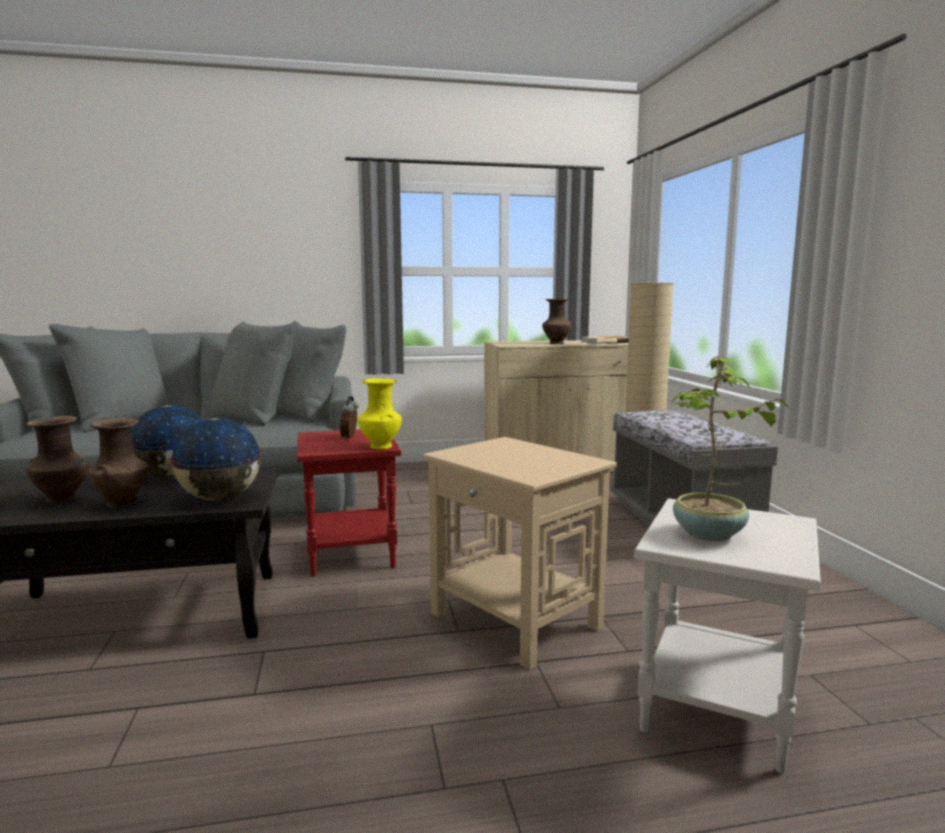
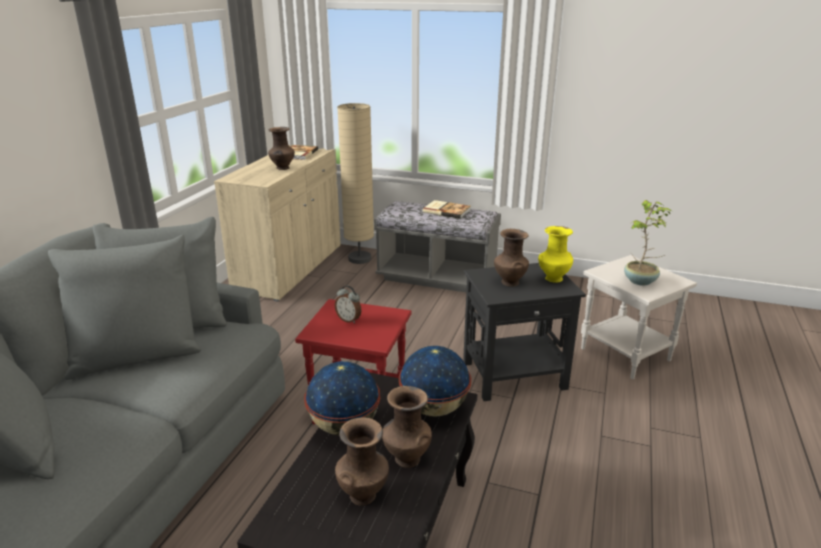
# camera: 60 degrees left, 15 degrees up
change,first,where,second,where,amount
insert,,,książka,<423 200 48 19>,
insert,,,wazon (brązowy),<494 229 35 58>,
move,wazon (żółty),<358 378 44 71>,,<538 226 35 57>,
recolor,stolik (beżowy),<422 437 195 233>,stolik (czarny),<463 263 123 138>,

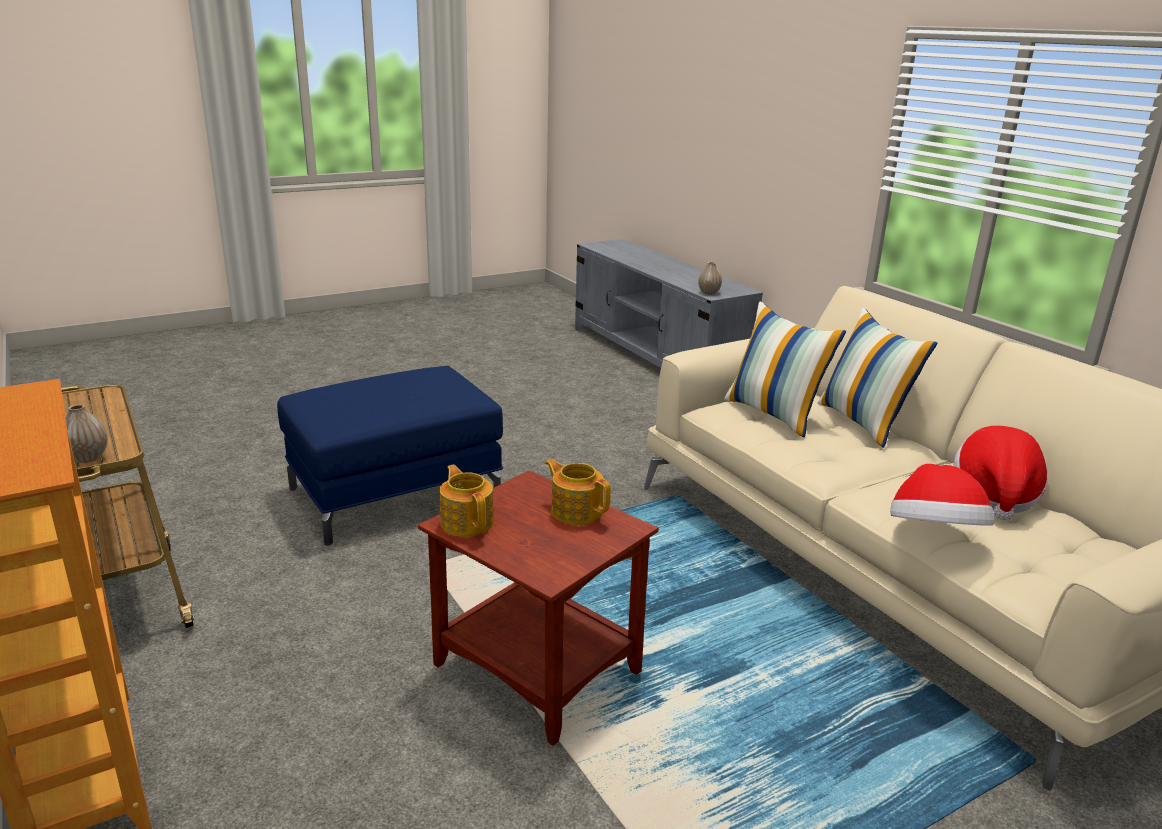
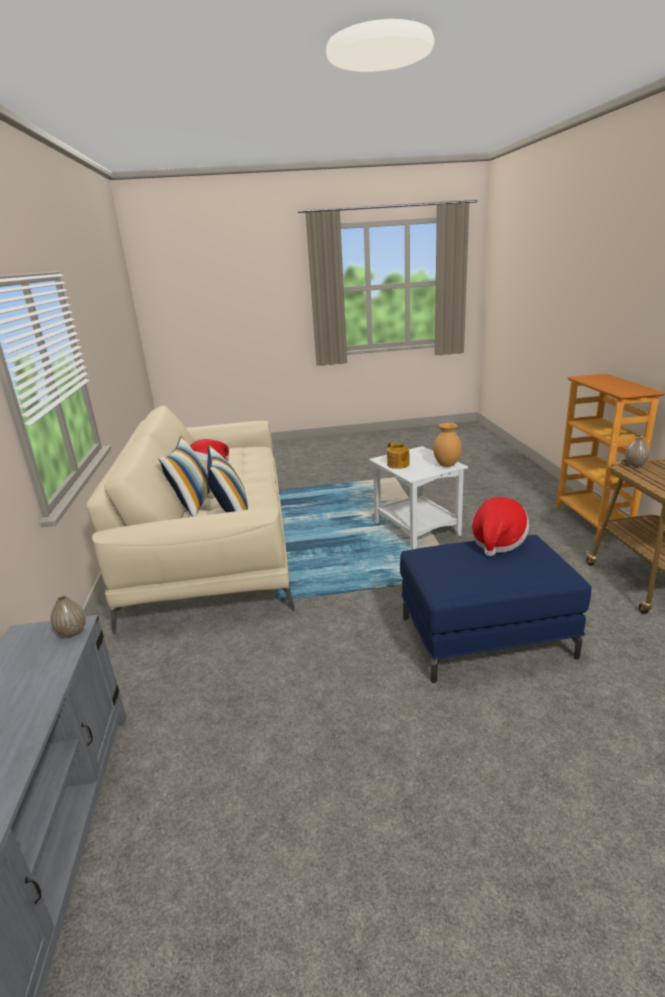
# camera: 155 degrees left, 0 degrees up
change,first,where,second,where,amount
move,kapelusz,<890 464 104 62>,,<471 497 58 59>,
replace,imbryk,<440 465 54 72>,wazon (brązowy),<433 423 29 44>,
recolor,stolik (brązowy),<418 470 241 276>,stolik (biały),<369 446 99 103>,

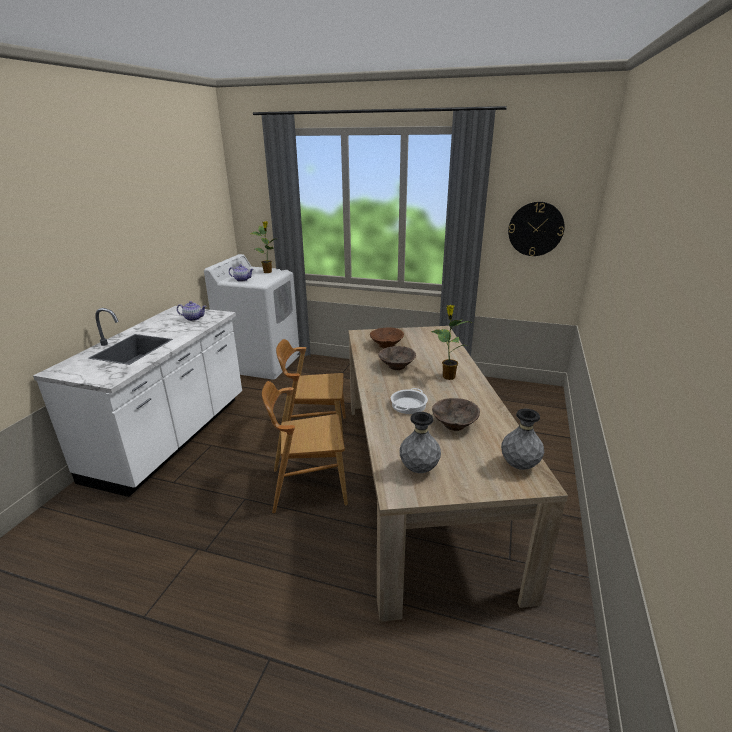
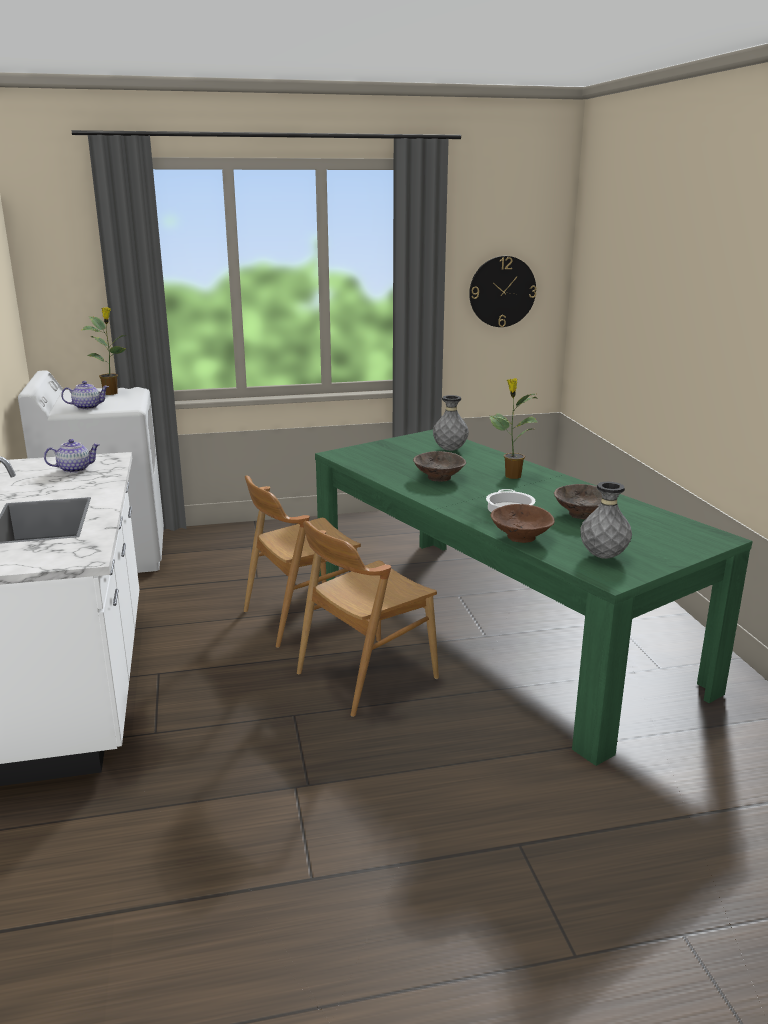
# camera: 30 degrees left, 5 degrees down
change,first,where,second,where,amount
move,miska (brązowy),<370 328 34 20>,,<491 504 64 39>,
move,wazon (szary),<501 408 43 62>,,<433 395 36 56>,
recolor,stół jadalny (beżowy),<348 326 220 296>,stół jadalny (zielony),<315 430 438 336>,

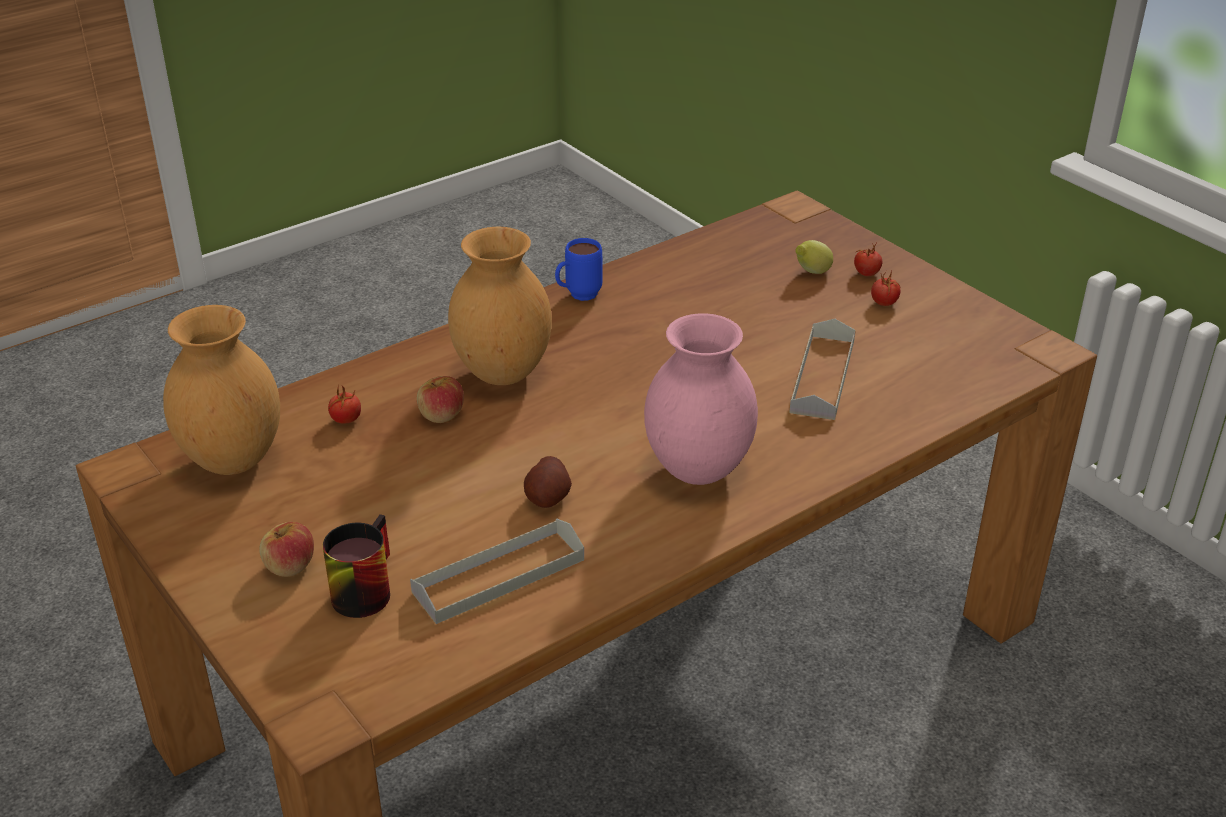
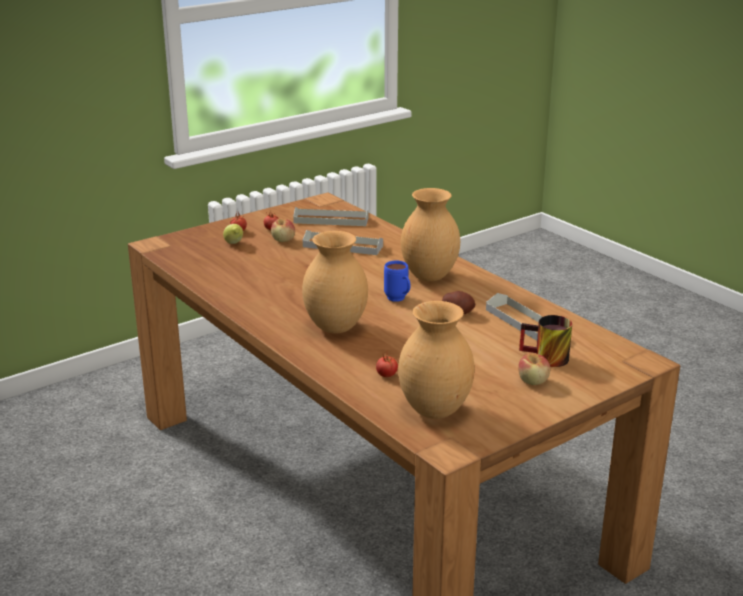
# camera: 90 degrees left, 10 degrees down
change,first,where,second,where,amount
insert,,,taca (szary),<293 207 76 19>,
move,jabłko,<417 376 47 47>,,<271 218 24 24>,
move,kubek (niebieski),<555 238 47 63>,,<384 261 27 41>,
recolor,wazon (różowy),<644 313 114 172>,wazon (brązowy),<401 188 59 93>,

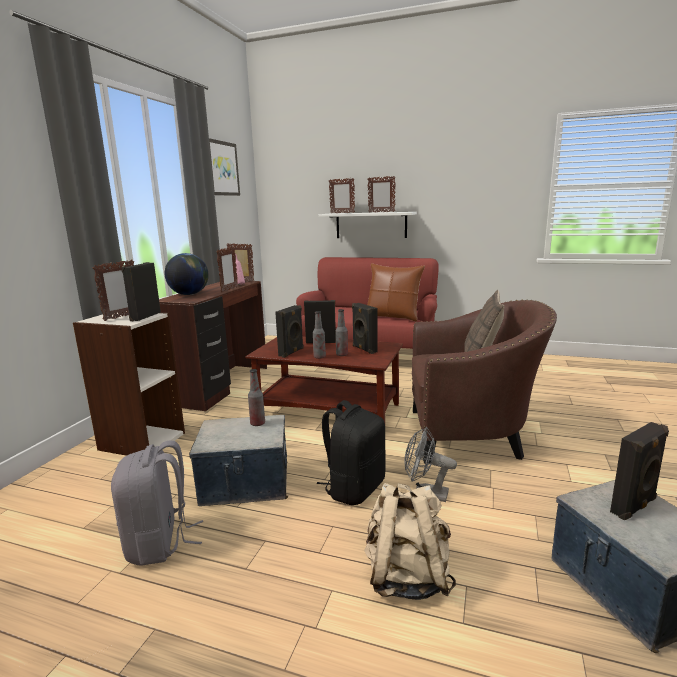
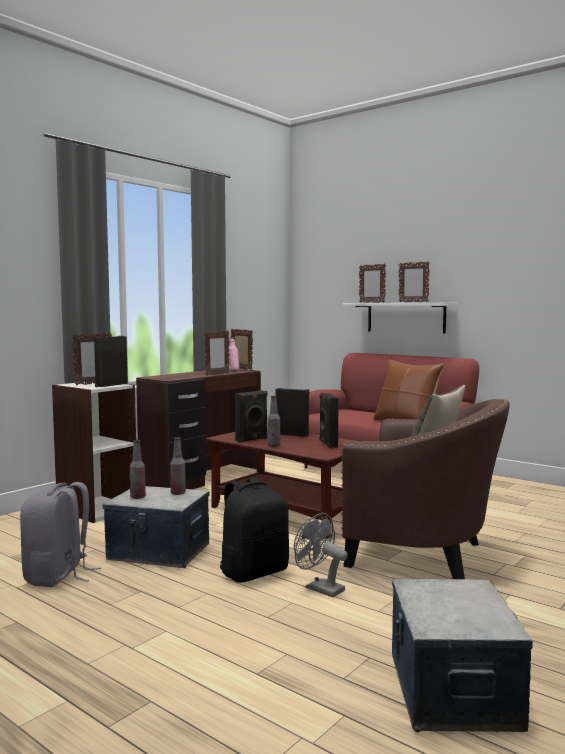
# camera: 20 degrees right, 10 degrees down
change,first,where,second,where,amount
delete,globus,<165 253 44 42>,,,
delete,obraz,<209 138 31 58>,,,
delete,plecak (beżowy),<364 483 92 117>,,,
delete,głośnik (czarny),<610 422 59 98>,,,
move,butelka,<336 309 12 47>,,<130 440 16 59>,

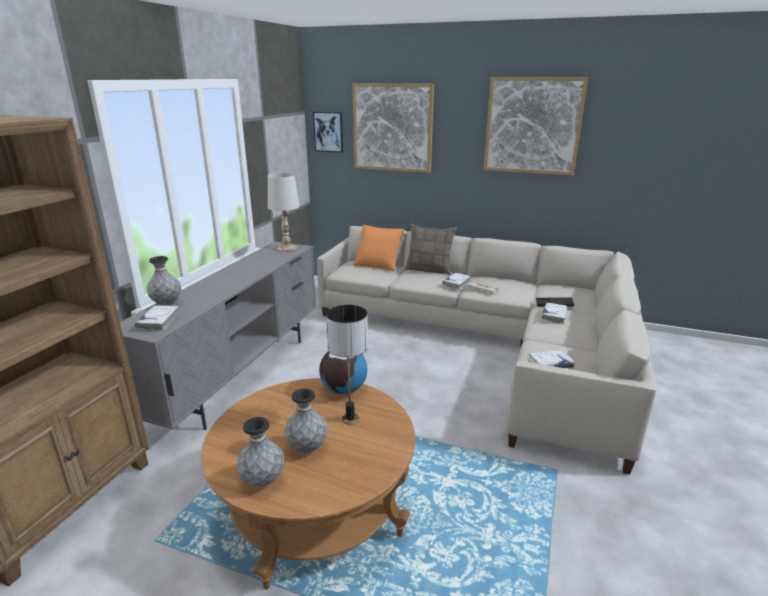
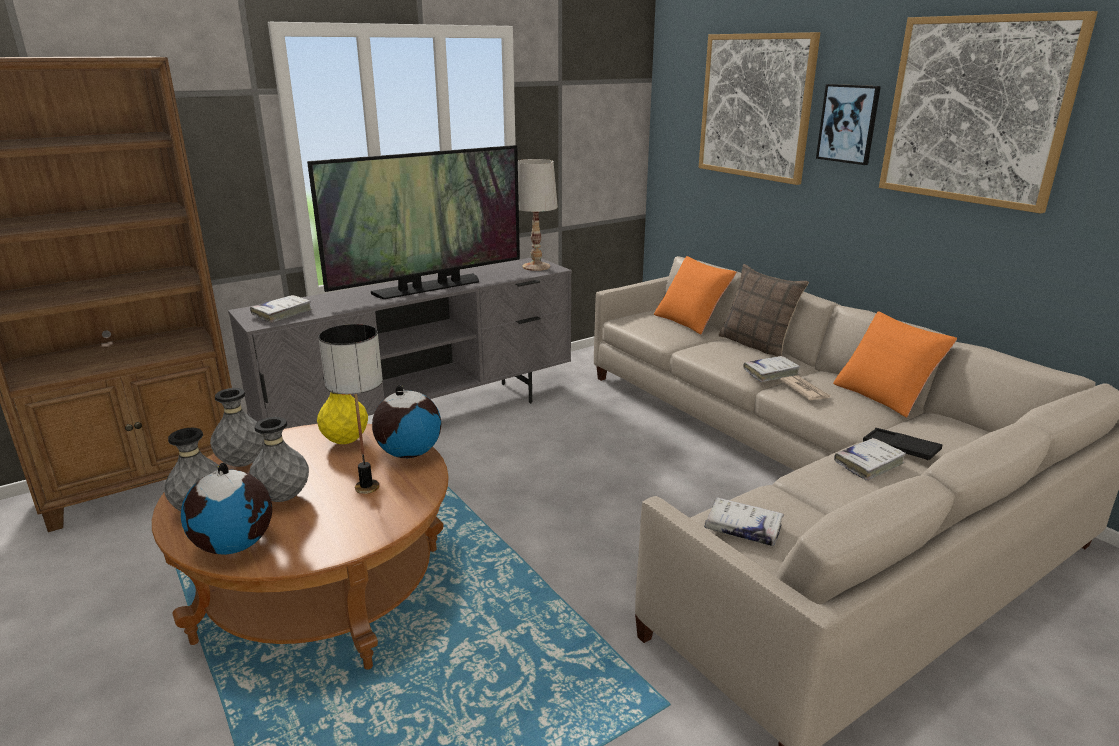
# camera: 35 degrees right, 0 degrees up
change,first,where,second,where,amount
insert,,,globus,<181 463 91 92>,
insert,,,telewizor,<307 145 213 154>,
insert,,,wazon (żółty),<317 376 51 68>,
insert,,,poduszka (pomarańczowy),<833 311 124 107>,
move,wazon (szary),<147 256 34 49>,,<210 388 54 79>,
move,obraz,<313 112 30 41>,,<816 84 65 81>,

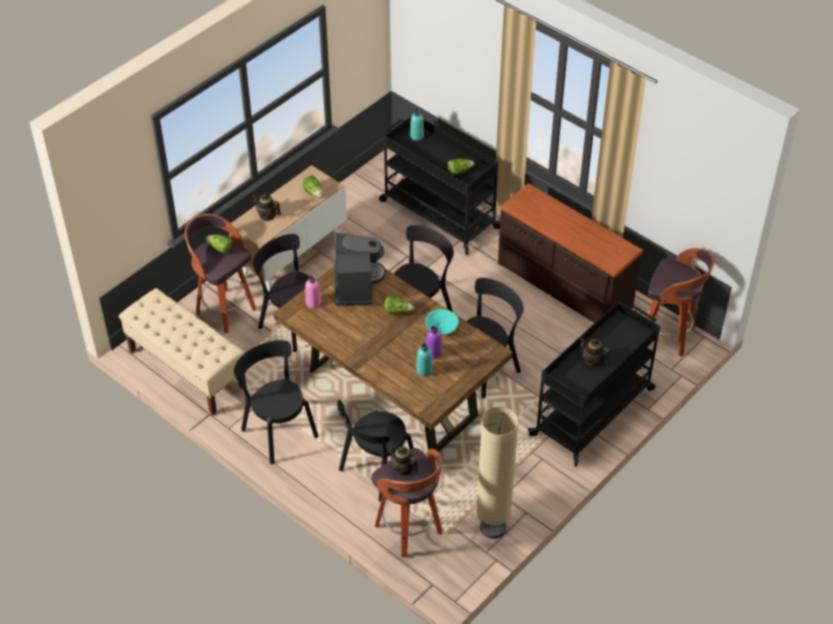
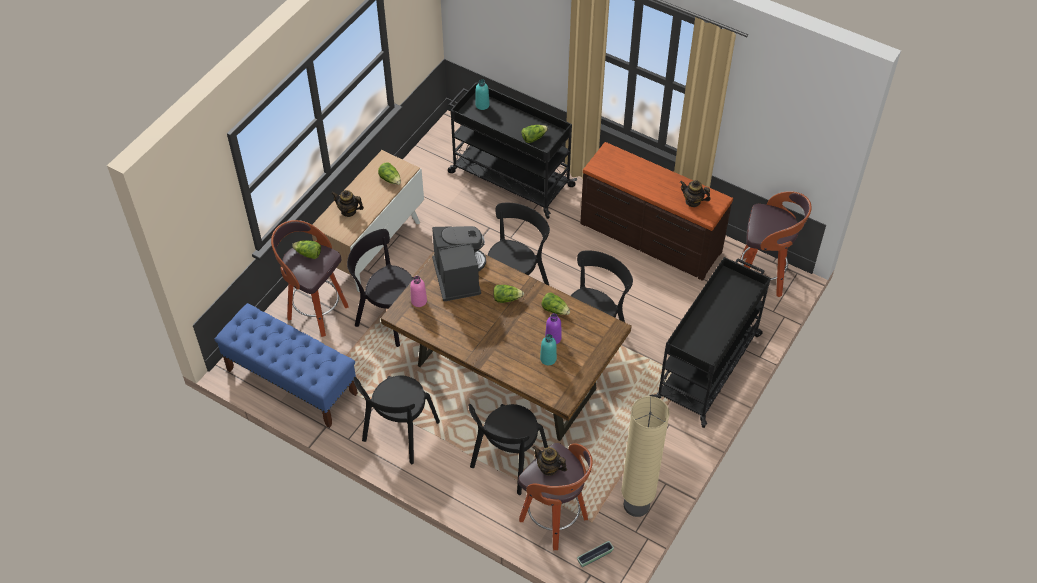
# camera: 10 degrees left, 5 degrees up
change,first,where,second,where,amount
insert,,,donica,<577 541 37 26>,
move,imbryk,<580 337 30 30>,,<680 180 31 27>,
replace,miska (turkusowy),<425 309 34 25>,sałata,<541 292 29 23>,
recolor,ławka (beżowy),<119 288 128 128>,ławka (niebieski),<215 303 143 125>,
rotate,krzesło (czarny),<234 340 84 124>,,<353 375 87 89>,105 degrees counterclockwise

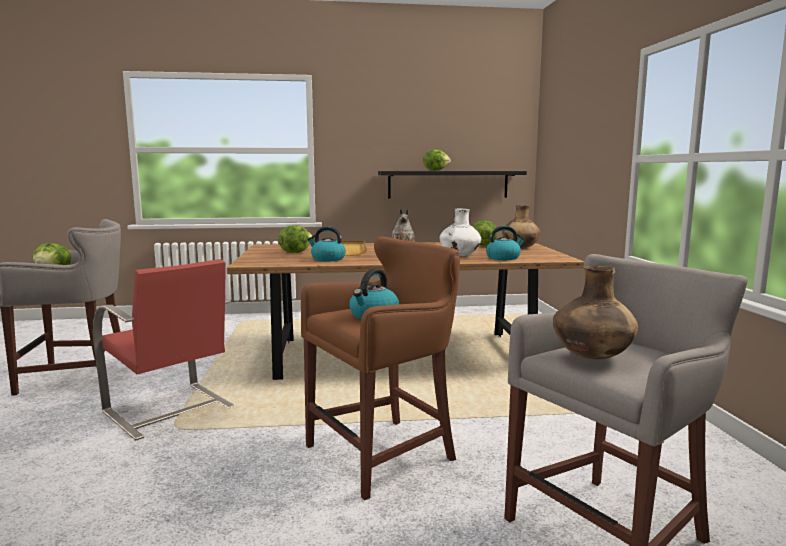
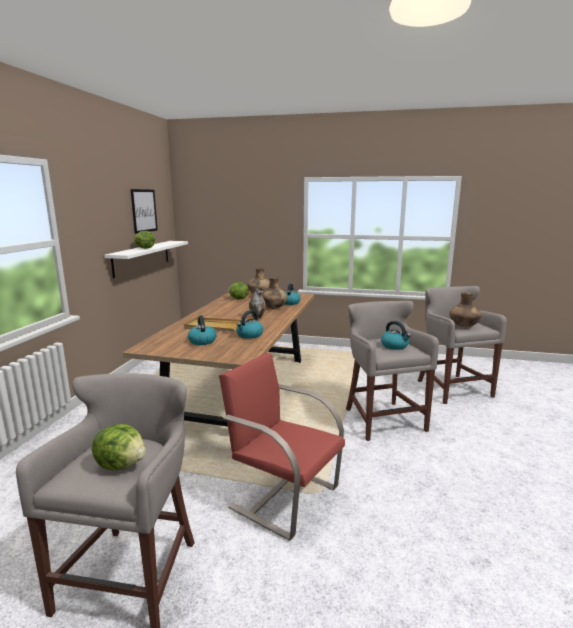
# camera: 70 degrees left, 5 degrees up
change,first,where,second,where,amount
insert,,,obraz,<131 189 27 45>,
replace,sałata,<278 225 34 28>,czajnik,<188 315 28 30>,
recolor,stołek (brązowy),<301 237 159 263>,stołek (szary),<346 301 93 140>,
recolor,półka (czarny),<378 171 149 28>,półka (biały),<104 241 84 37>,
recolor,wazon (biały),<439 208 42 48>,wazon (brązowy),<261 277 26 32>,
rotate,krzesło (czerwony),<93 259 142 181>,,<219 353 126 188>,120 degrees counterclockwise

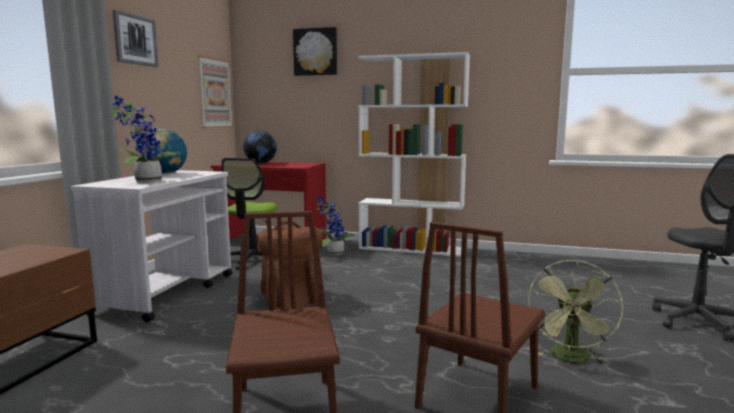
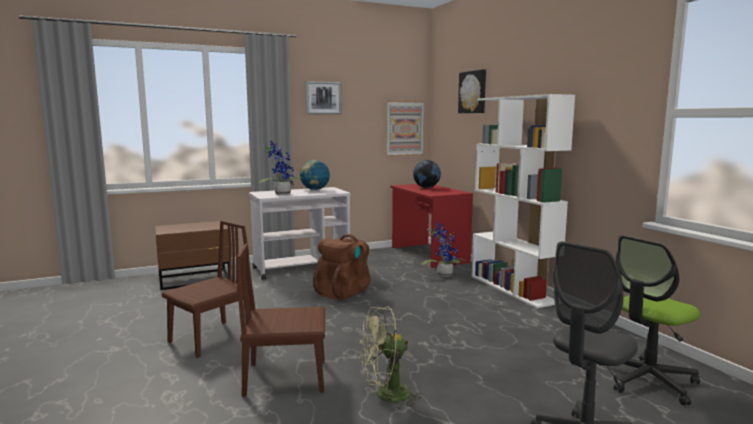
# camera: 50 degrees right, 0 degrees up
change,first,where,second,where,amount
move,krzesło biurowe,<221 158 56 112>,,<598 235 102 170>,

